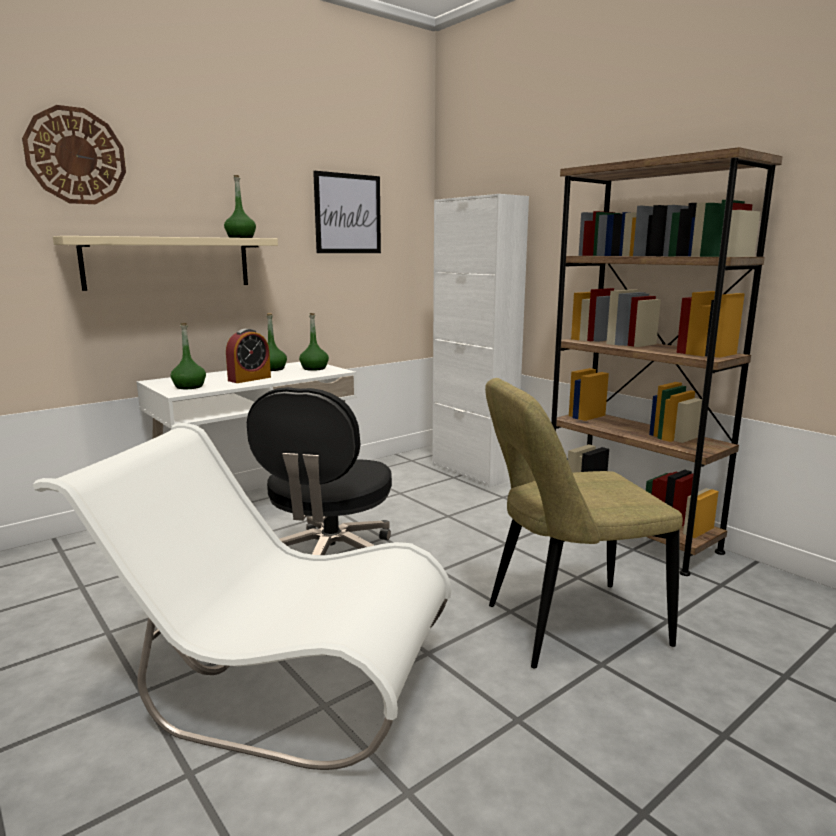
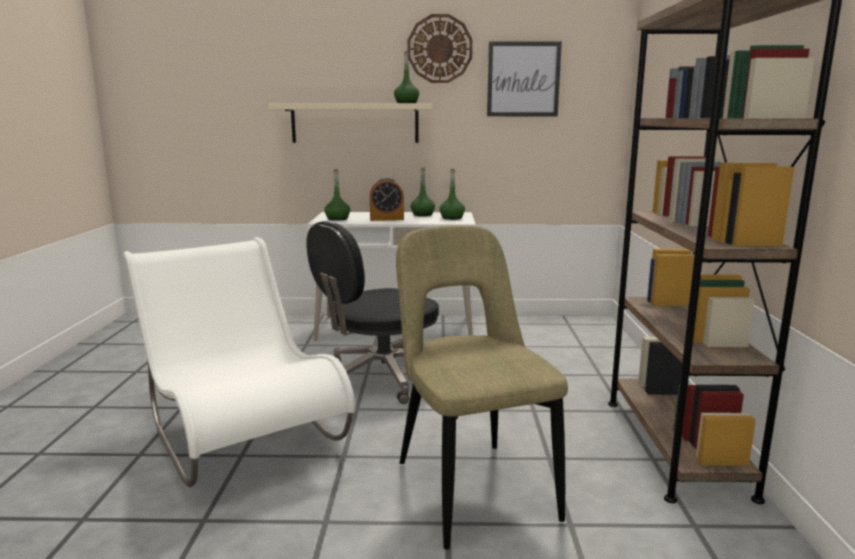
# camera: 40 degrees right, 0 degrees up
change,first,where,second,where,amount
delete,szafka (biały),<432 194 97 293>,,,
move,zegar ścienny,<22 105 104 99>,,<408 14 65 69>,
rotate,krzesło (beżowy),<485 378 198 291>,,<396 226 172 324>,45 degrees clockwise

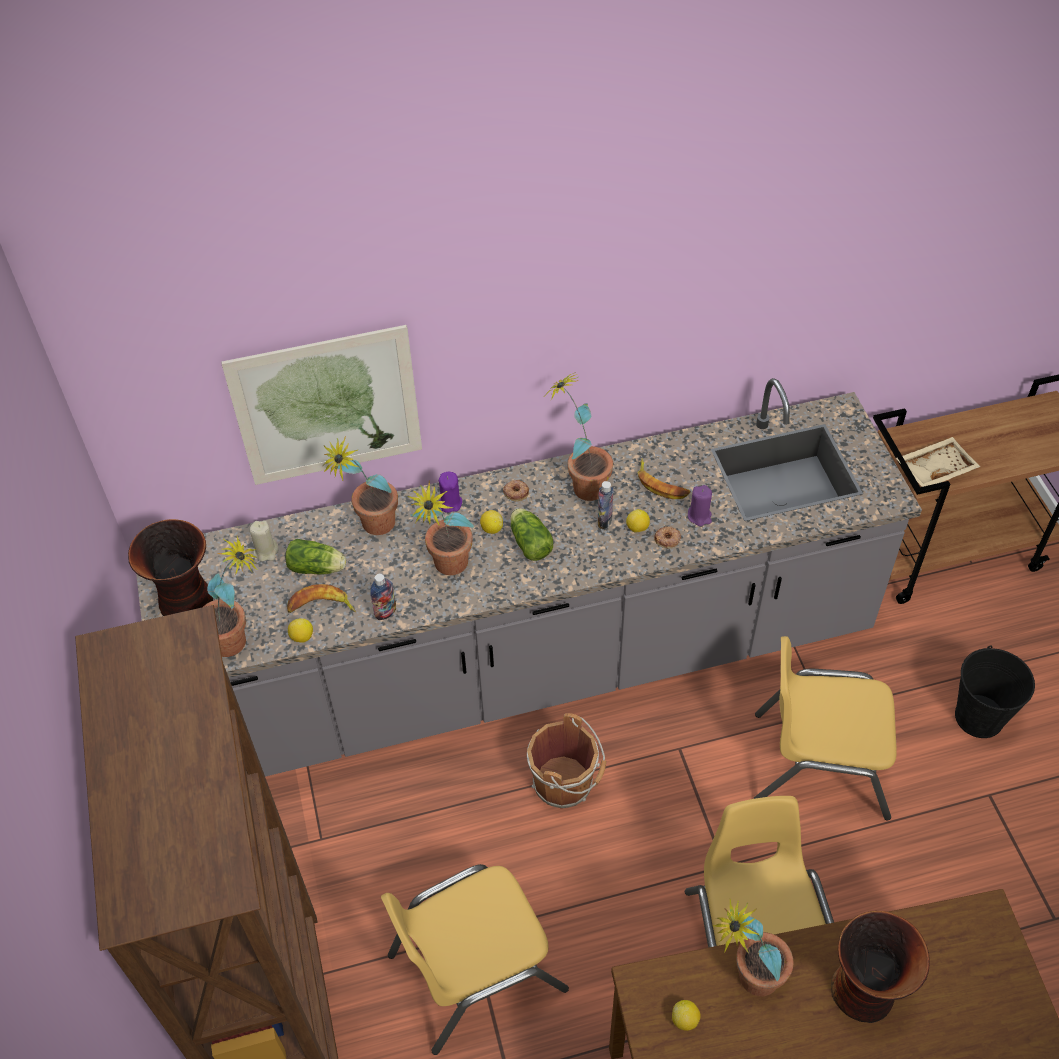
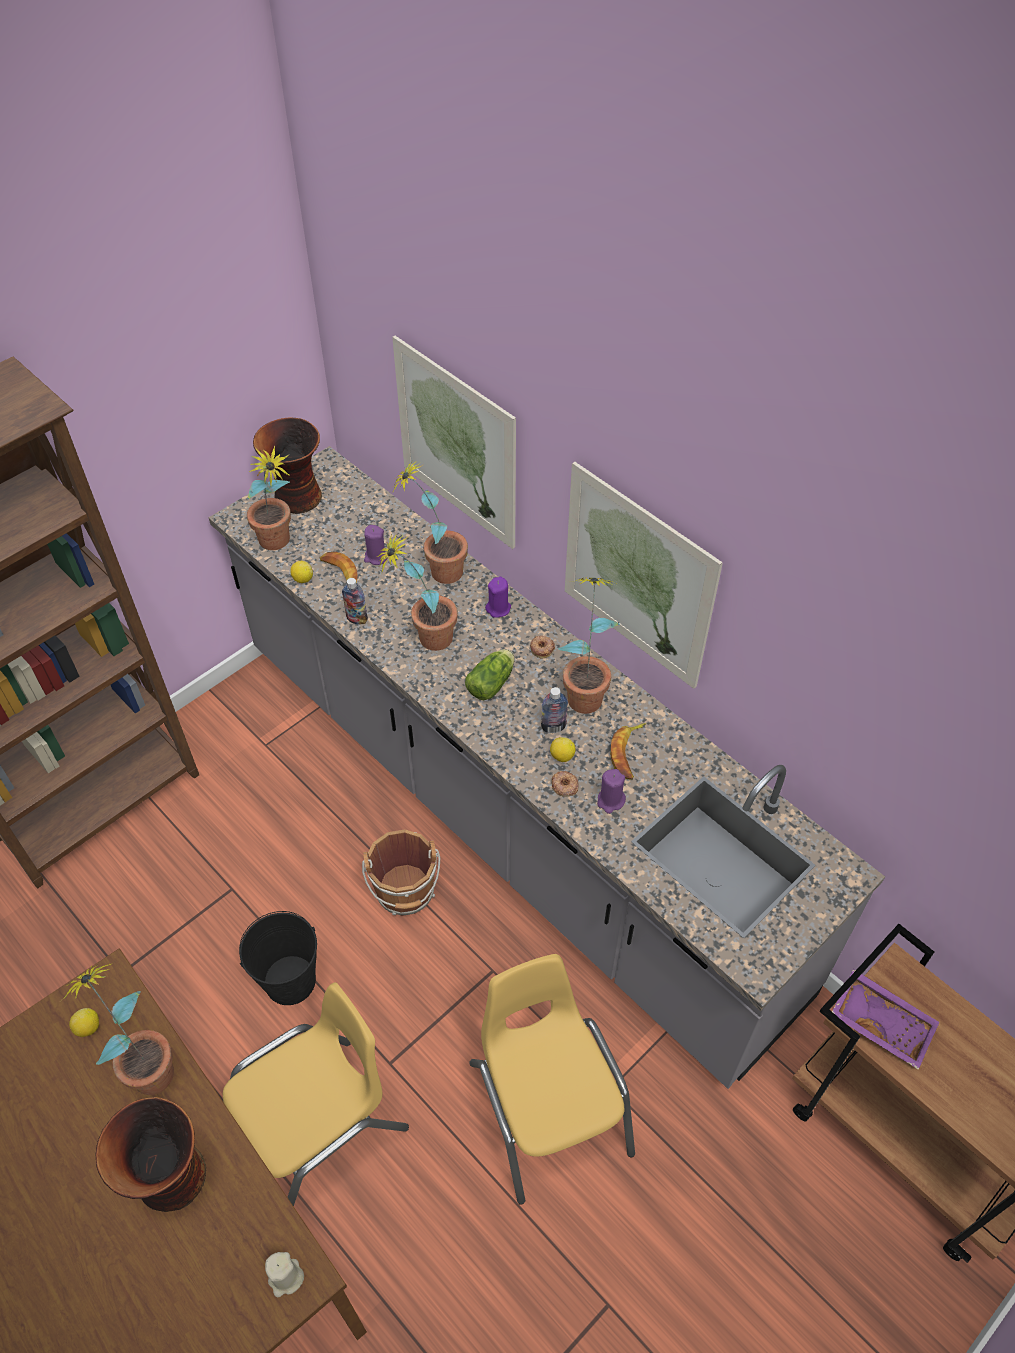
# camera: 60 degrees right, 0 degrees up
change,first,where,second,where,amount
delete,krzesło (żółty),<381 864 188 191>,,,
delete,cytryna,<480 510 23 24>,,,
insert,,,obraz,<565 462 158 227>,
move,świeca (beżowy),<249 521 30 41>,,<265 1252 39 45>,
move,wiadro (czarny),<955 645 80 93>,,<239 911 78 94>,
replace,sałata,<285 539 61 36>,świeca (fioletowy),<364 525 24 40>,
recolor,taca (beżowy),<896 437 84 50>,taca (fioletowy),<832 969 108 101>,

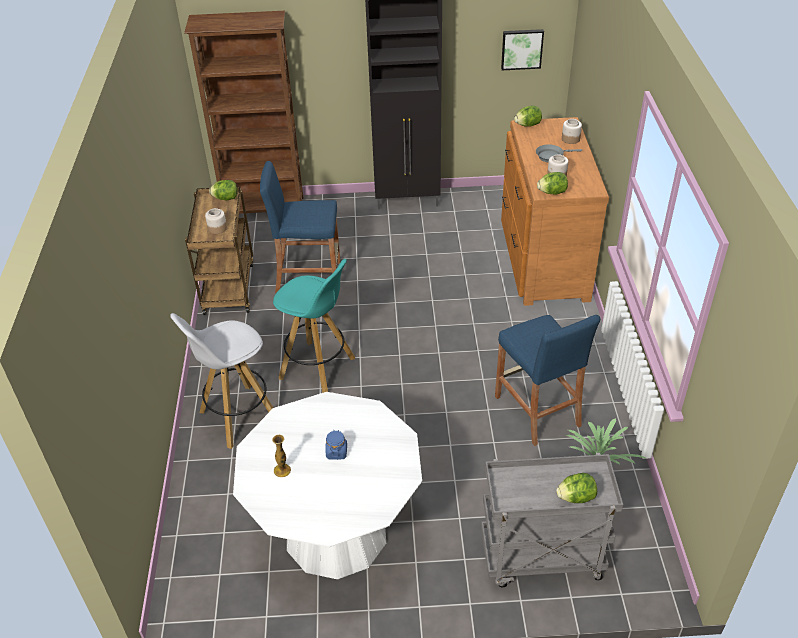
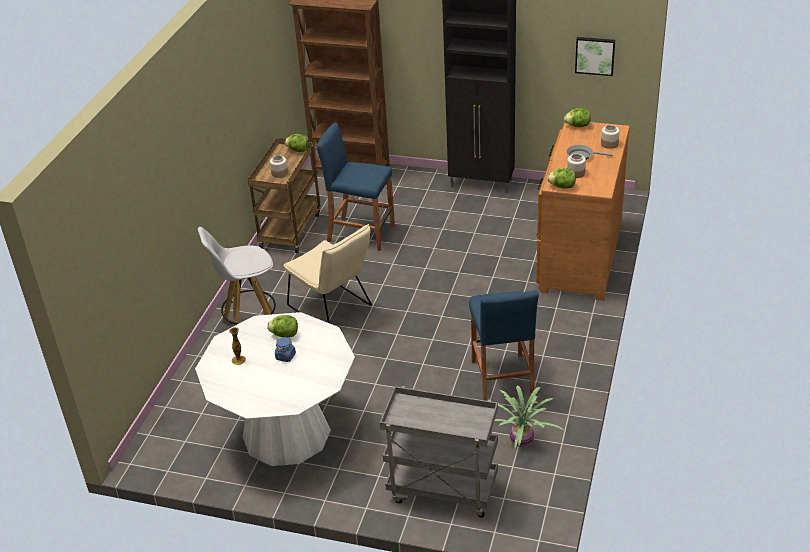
# camera: 20 degrees right, 5 degrees down
change,first,where,second,where,amount
move,sałata,<556 473 41 30>,,<267 315 31 23>,
replace,stołek (turkusowy),<273 259 82 134>,krzesło (beżowy),<284 224 88 99>,

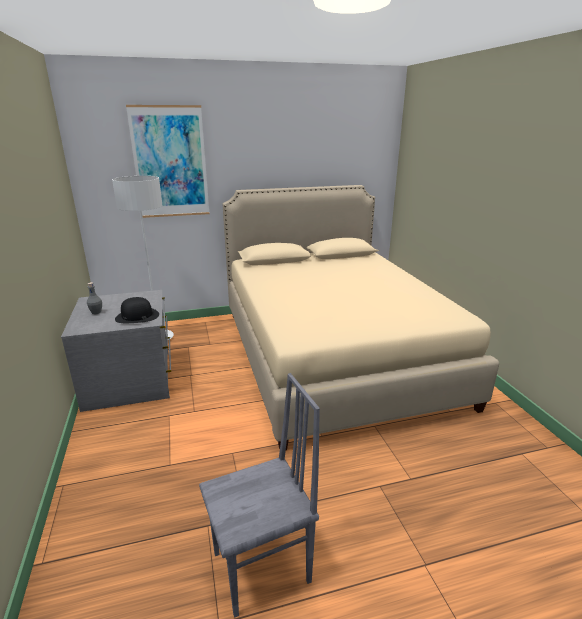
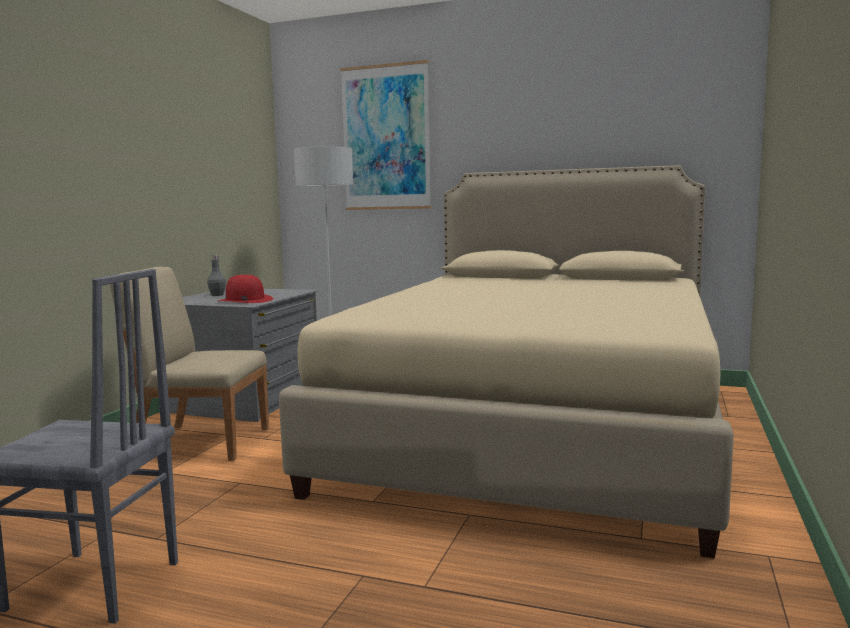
# camera: 35 degrees right, 15 degrees down
change,first,where,second,where,amount
insert,,,krzesło (beżowy),<110 267 159 194>,
recolor,kapelusz (czarny),<115 297 44 26>,kapelusz (czerwony),<218 275 55 28>,

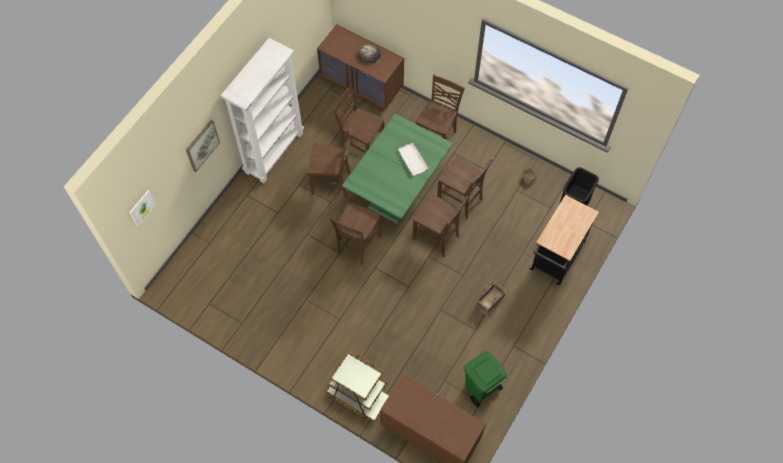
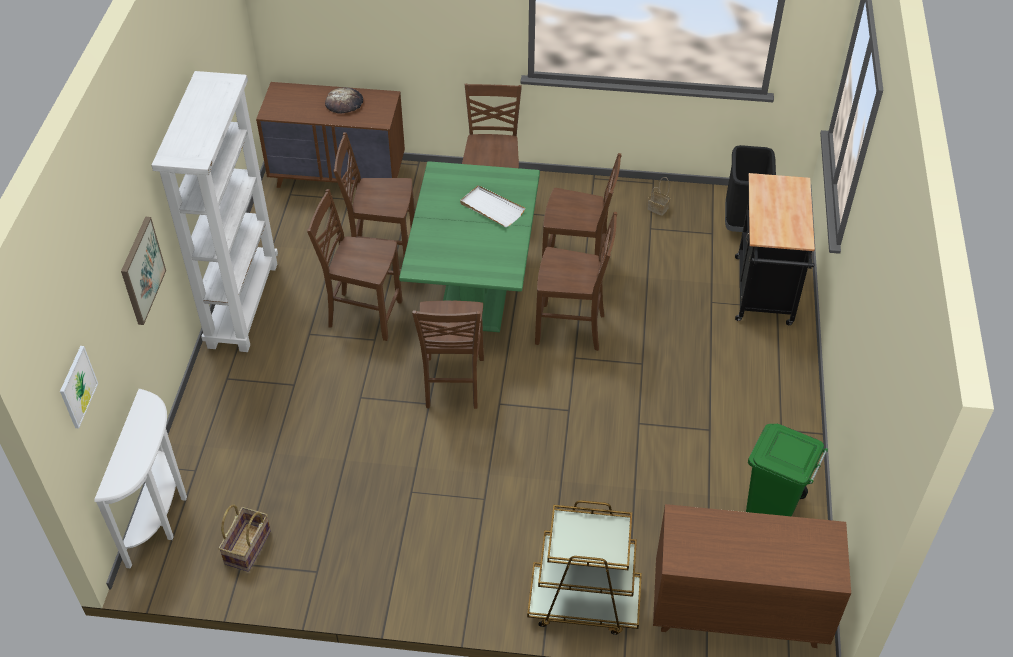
# camera: 25 degrees left, 15 degrees down
change,first,where,second,where,amount
insert,,,stolik konsolowy (biały),<94 389 93 179>,
move,koszyk,<477 282 29 32>,,<218 505 53 67>,
rotate,krzesło (brązowy),<308 129 43 69>,,<307 189 95 152>,150 degrees counterclockwise

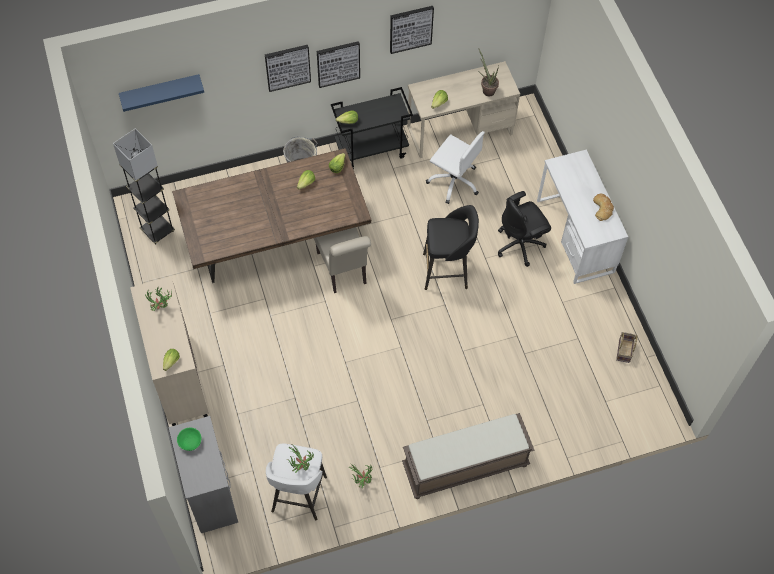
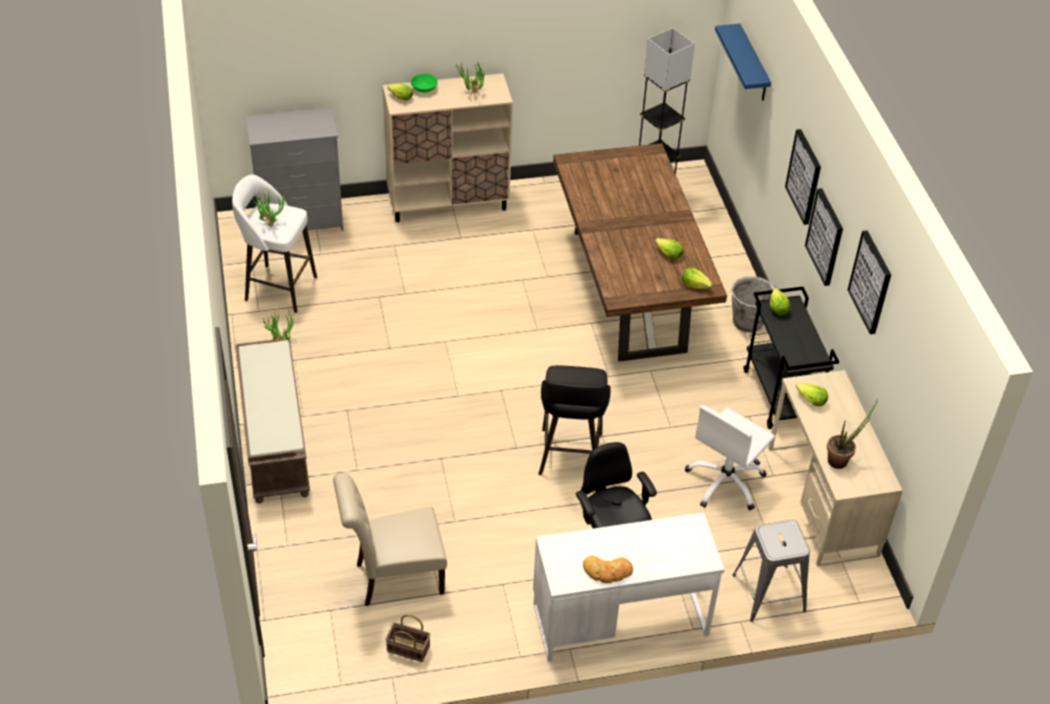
# camera: 95 degrees right, 15 degrees down
change,first,where,second,where,amount
insert,,,stołek (szary),<732 520 78 102>,
move,miska (zielony),<177 428 24 23>,,<411 73 27 19>,
move,krzesło (beżowy),<314 227 57 66>,,<333 473 114 133>,

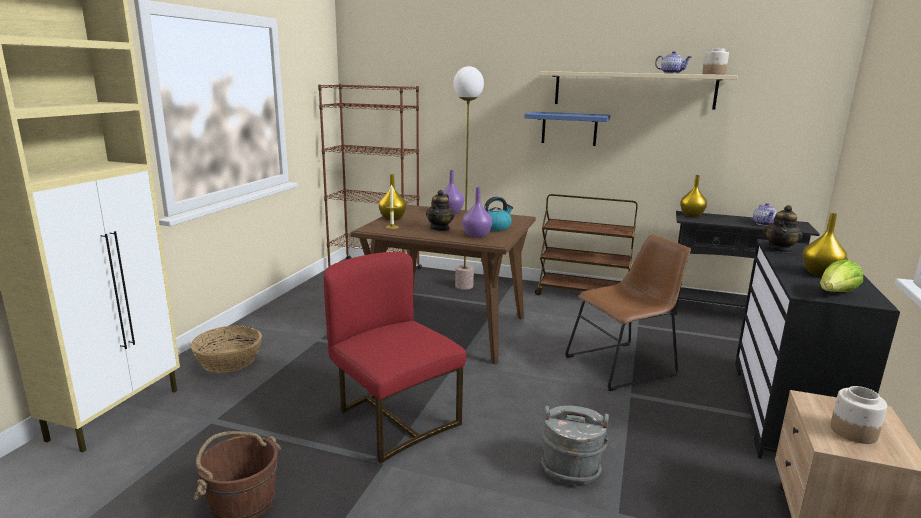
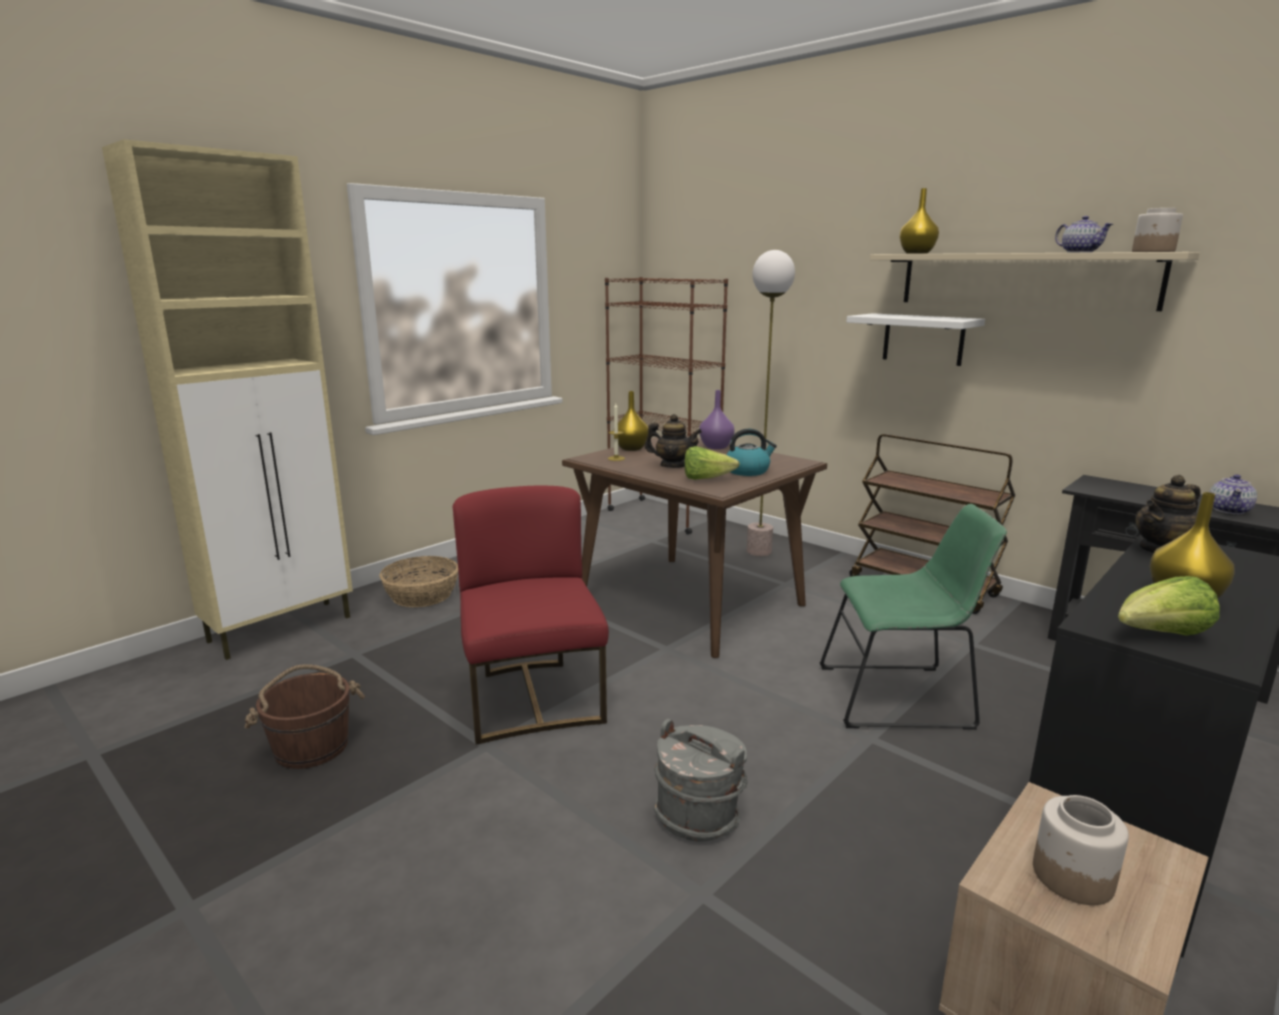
# camera: 25 degrees right, 0 degrees up
change,first,where,second,where,amount
move,wazon (żółty),<680 175 27 42>,,<899 188 40 66>,
replace,wazon (fioletowy),<462 187 30 51>,sałata,<684 446 56 34>,
recolor,półka (niebieski),<524 112 86 34>,półka (biały),<846 313 139 53>,
recolor,krzesło (brązowy),<565 234 126 157>,krzesło (zielony),<820 504 187 226>,
rotate,imbryk,<426 190 29 41>,,<645 414 57 54>,120 degrees counterclockwise

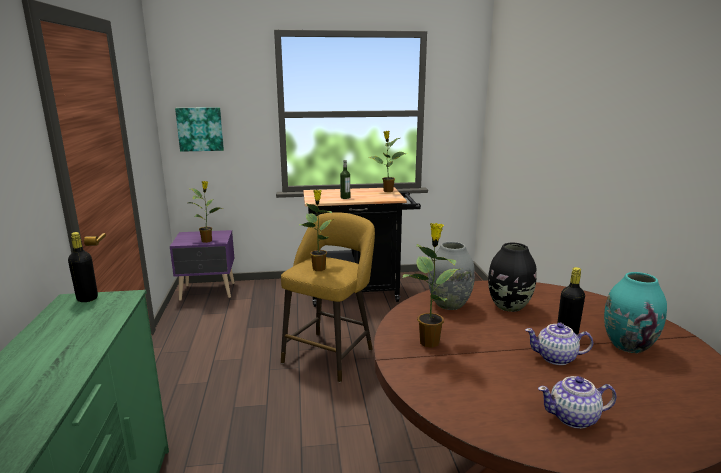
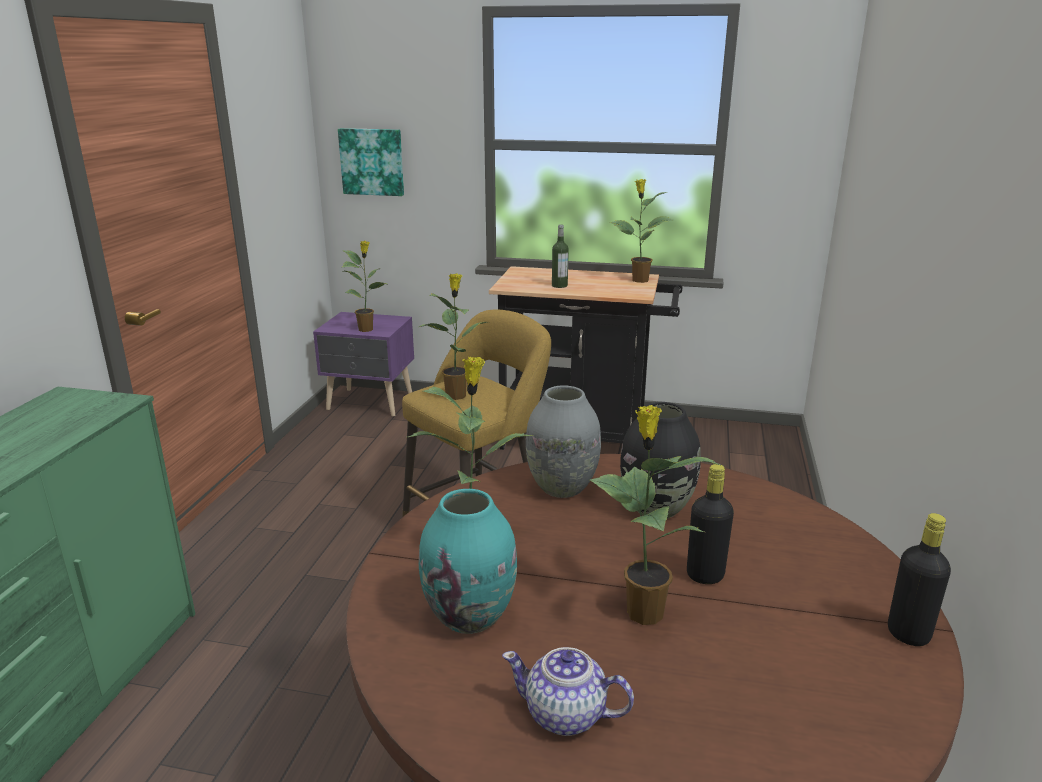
# camera: 20 degrees right, 5 degrees up
change,first,where,second,where,amount
move,butelka (czarny),<68 232 30 70>,,<888 513 63 133>,
move,wazon (turkusowy),<604 272 63 81>,,<419 489 98 145>,
replace,imbryk,<525 323 68 42>,roślina doniczkowa,<590 405 133 220>,

